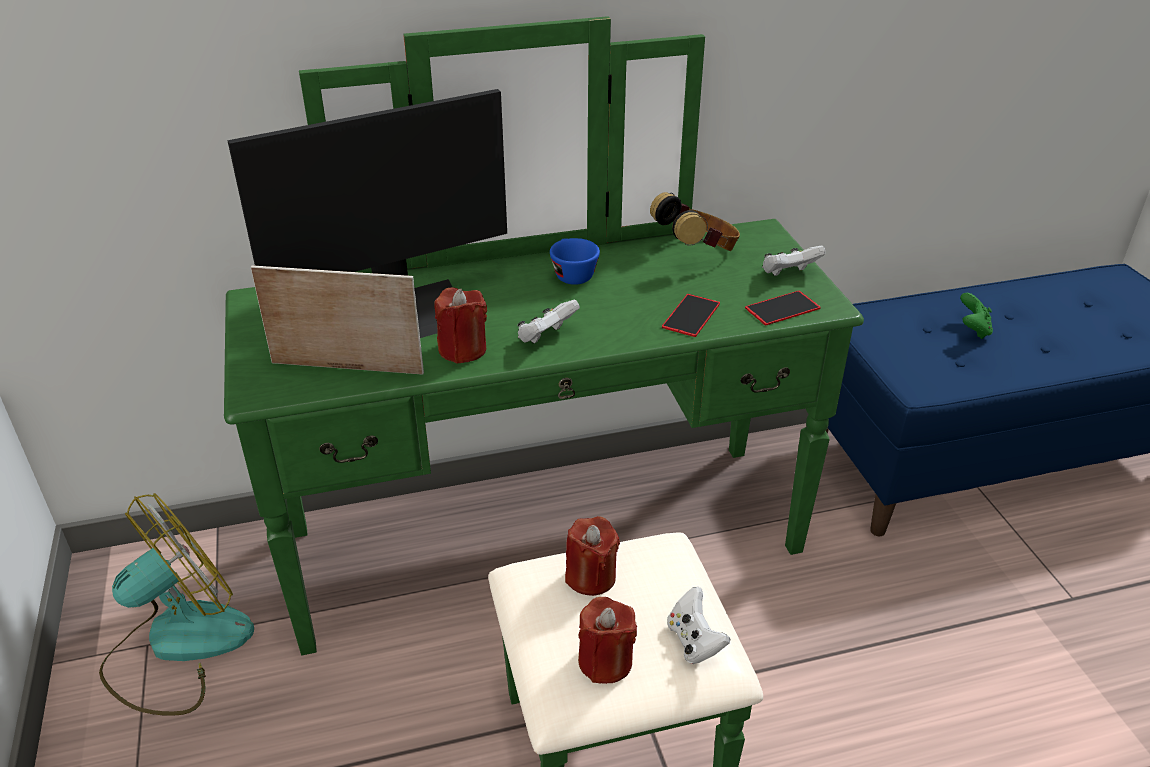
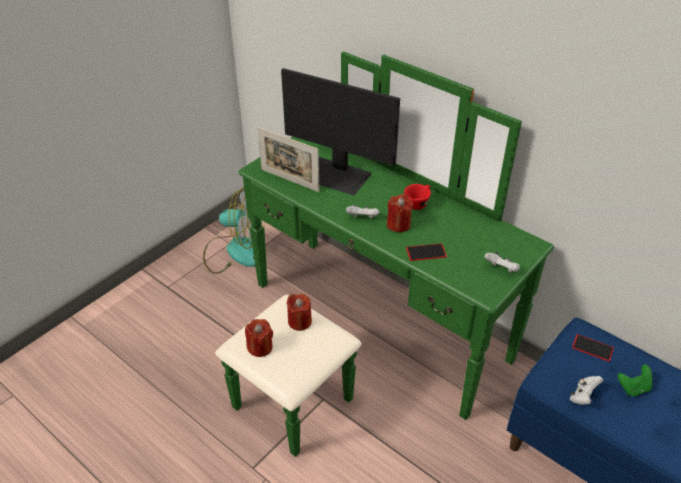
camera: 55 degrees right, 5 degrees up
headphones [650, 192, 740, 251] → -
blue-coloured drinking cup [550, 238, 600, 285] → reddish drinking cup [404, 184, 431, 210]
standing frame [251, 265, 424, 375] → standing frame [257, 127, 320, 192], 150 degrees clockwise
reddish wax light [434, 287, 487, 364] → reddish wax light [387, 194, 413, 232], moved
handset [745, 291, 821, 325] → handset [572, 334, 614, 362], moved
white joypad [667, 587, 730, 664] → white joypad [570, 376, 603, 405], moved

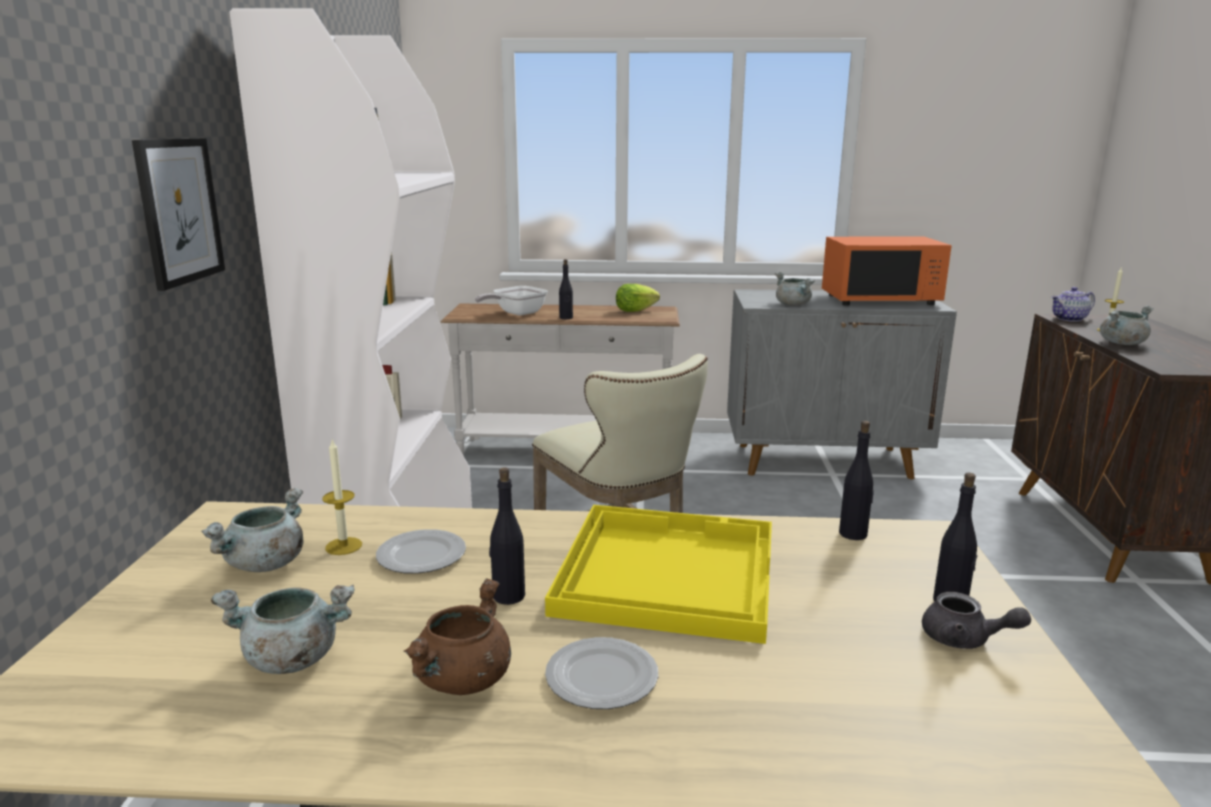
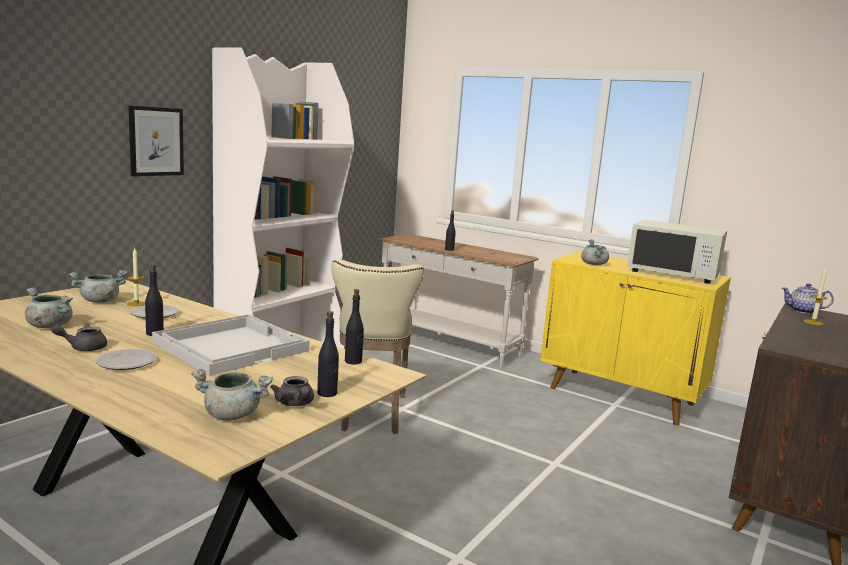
camera: 30 degrees right, 5 degrees down
orange kitchen microwave [822, 237, 952, 306] → white kitchen microwave [627, 220, 727, 284]
lettuce head [616, 284, 660, 312] → -
skillet [475, 286, 548, 316] → -
gray cabinet [727, 289, 957, 479] → yellowish cabinet [540, 251, 731, 426]
gray stockpot [1100, 306, 1154, 345] → gray stockpot [191, 369, 273, 420], moved
yellowish tray [545, 505, 772, 644] → white tray [152, 314, 310, 376]
brownish stockpot [404, 578, 511, 695] → gray teapot [51, 323, 107, 351]

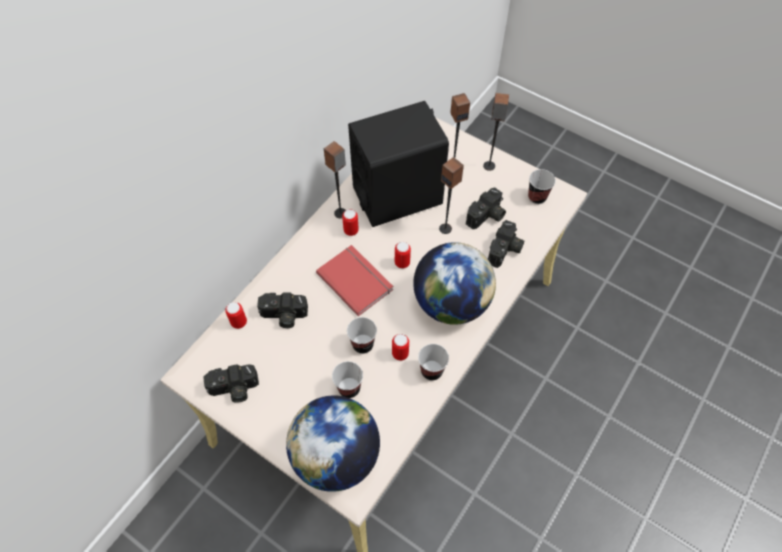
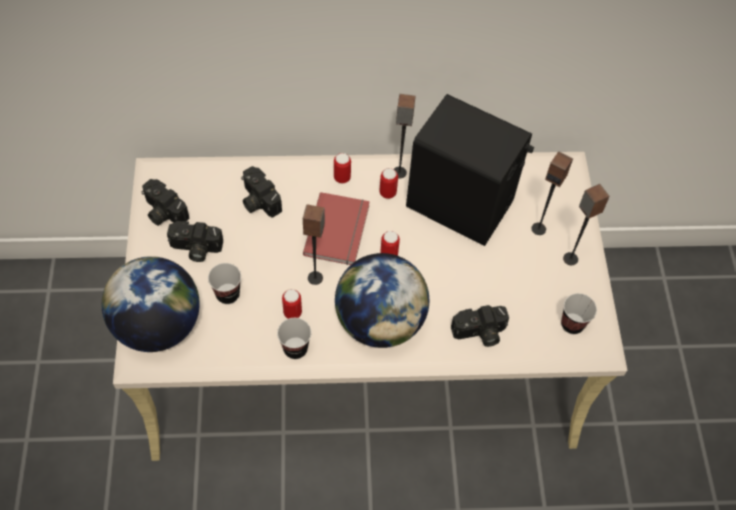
camera: 50 degrees right, 0 degrees up
speaker [439, 157, 464, 234] → speaker [303, 204, 325, 285], moved
photo camera [466, 187, 506, 229] → photo camera [167, 221, 223, 262], moved
metal can [225, 302, 247, 329] → metal can [334, 153, 351, 183], moved
drinking cup [347, 317, 377, 354] → -

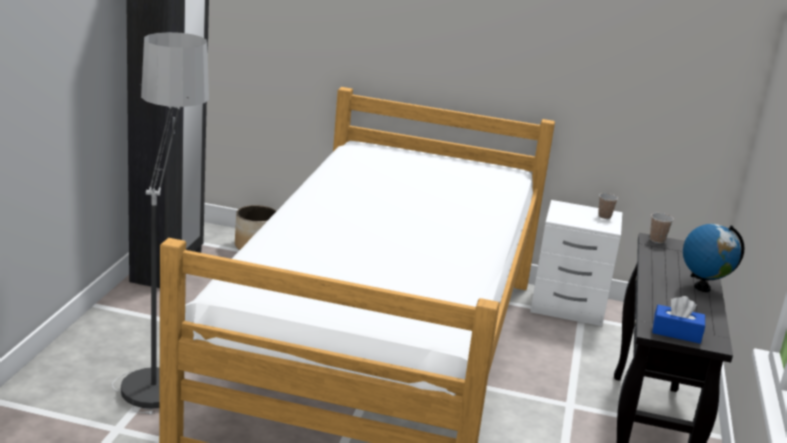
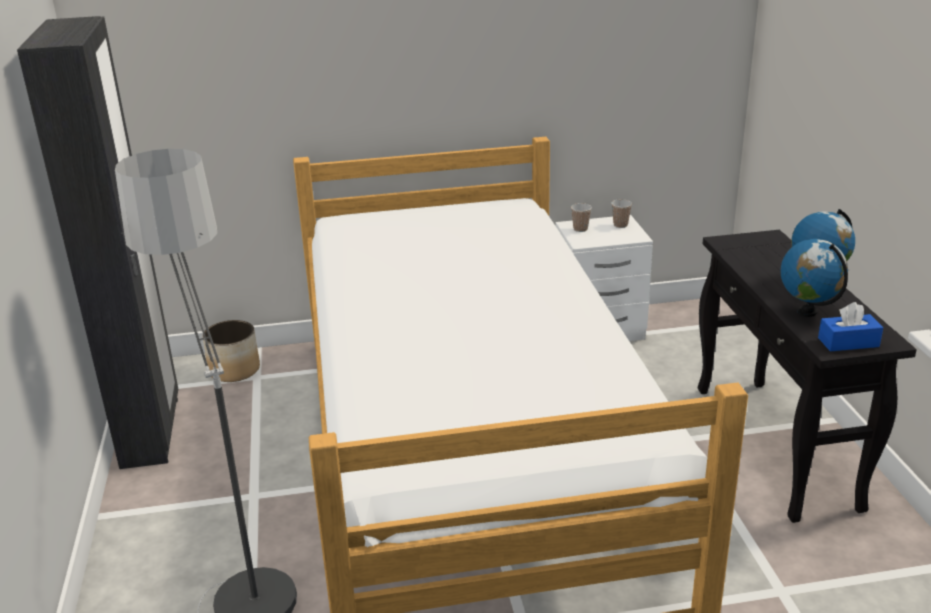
camera: 20 degrees left, 5 degrees up
drinking cup [650, 213, 674, 243] → drinking cup [571, 203, 592, 232], moved
- → world globe [781, 239, 848, 317]

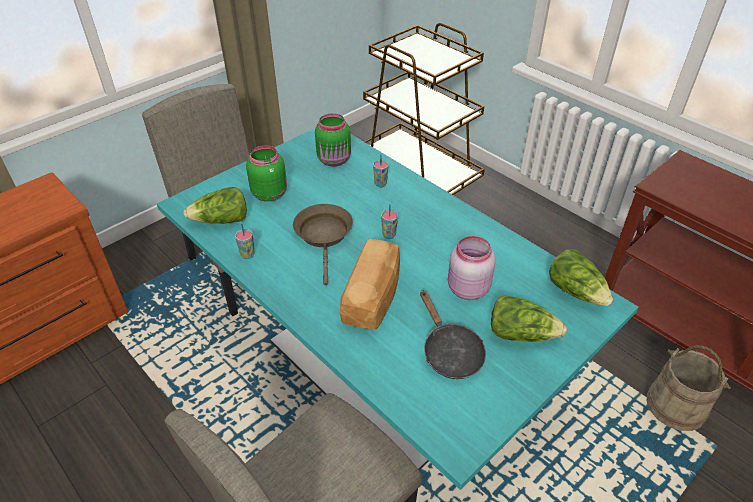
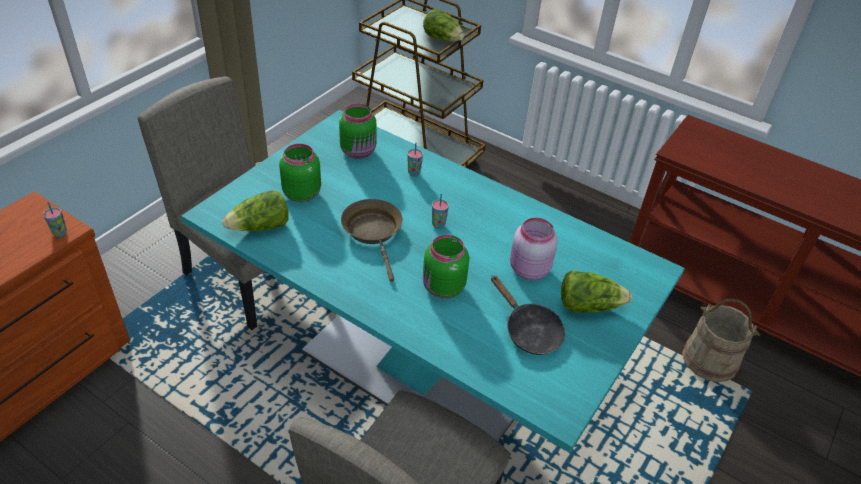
camera: 15 degrees left, 0 degrees up
drinking cup [235, 224, 255, 259] → drinking cup [43, 202, 67, 237], moved
bread [340, 239, 400, 329] → green jar [423, 235, 469, 299]
lettuce head [549, 249, 613, 306] → lettuce head [423, 9, 464, 41], moved

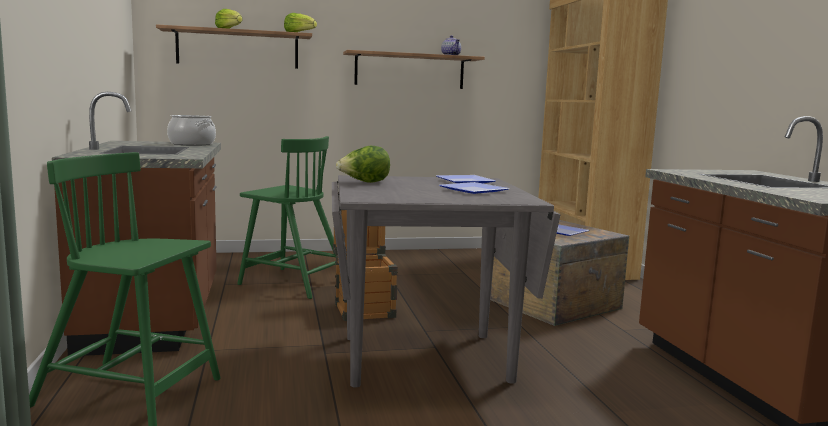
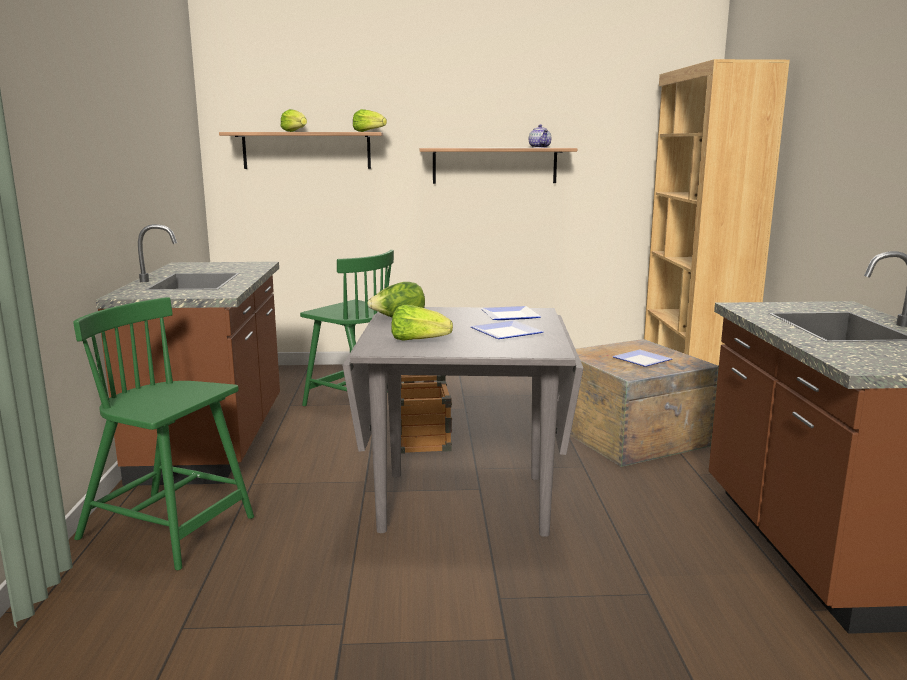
camera: 10 degrees right, 5 degrees up
stockpot [167, 115, 216, 146] → -
- → lettuce head [391, 305, 453, 341]

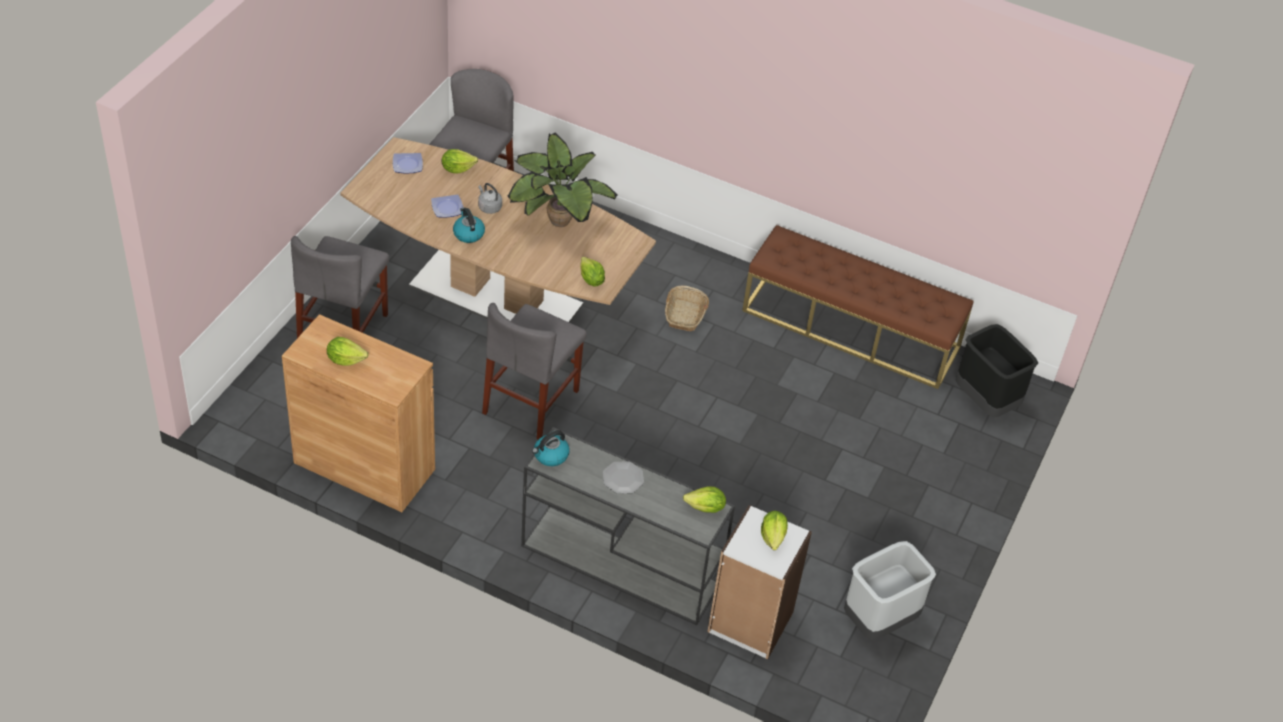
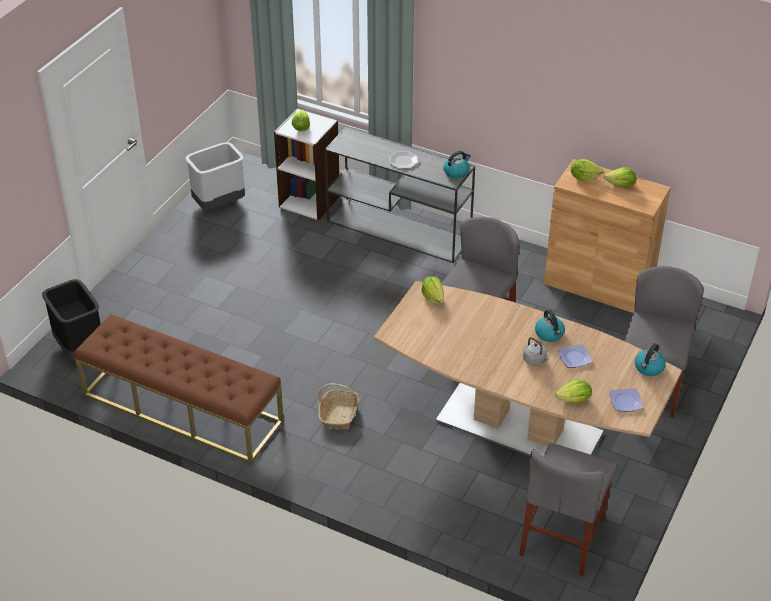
camera: 175 degrees left, 5 degrees down
houseplant [507, 133, 617, 227] → -
lettuce head [683, 487, 726, 513] → lettuce head [571, 159, 603, 181], moved
- → kettle [635, 343, 666, 376]

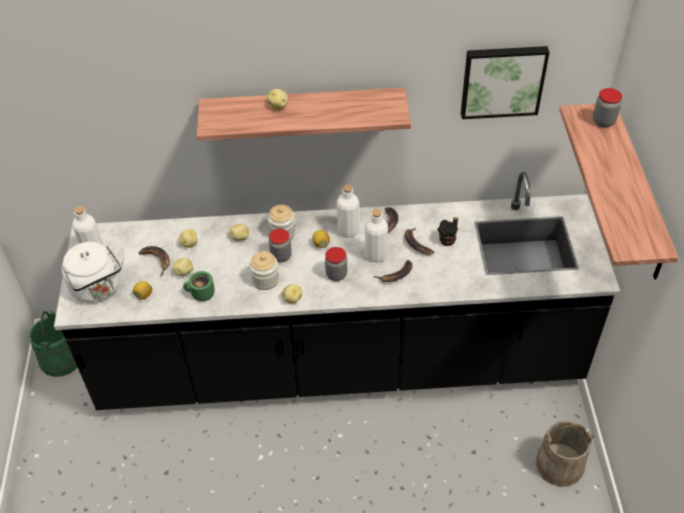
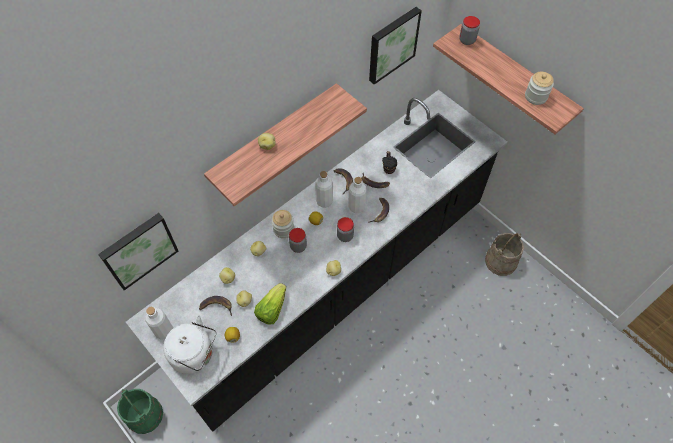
camera: 40 degrees left, 10 degrees up
jar [250, 251, 279, 290] → jar [525, 72, 554, 105], moved
green coffee mug [183, 271, 215, 301] → lettuce head [254, 283, 286, 324]
- → wall picture [98, 213, 178, 290]

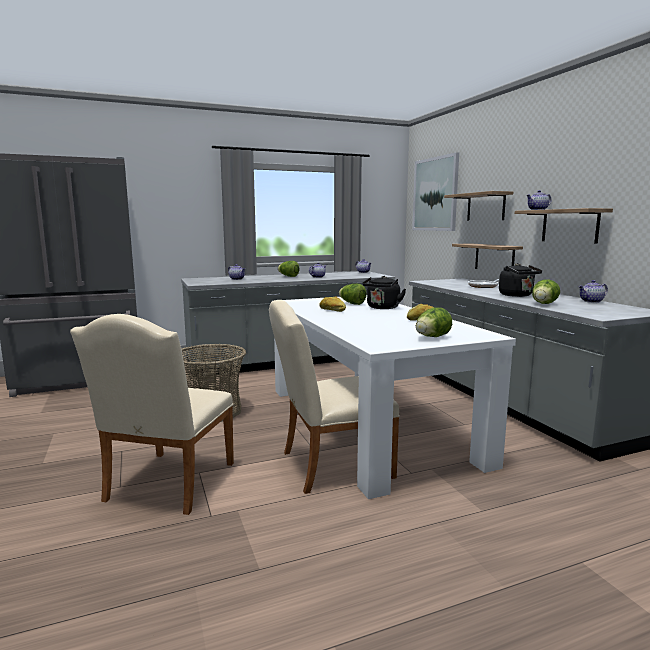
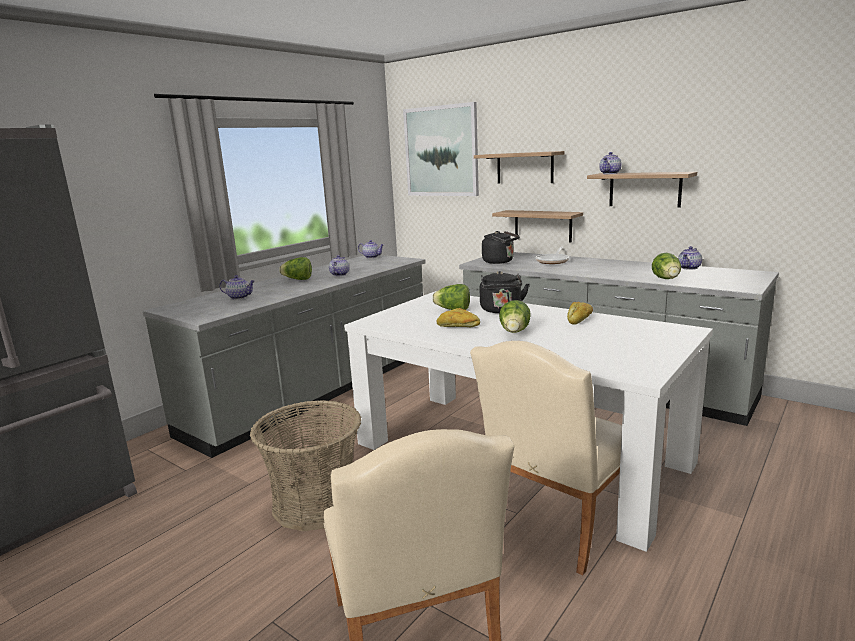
camera: 30 degrees left, 5 degrees up
black-coloured kettle [499, 263, 542, 297] → black-coloured kettle [482, 231, 520, 264], moved
lettuce head [416, 307, 452, 337] → lettuce head [499, 300, 531, 333], moved

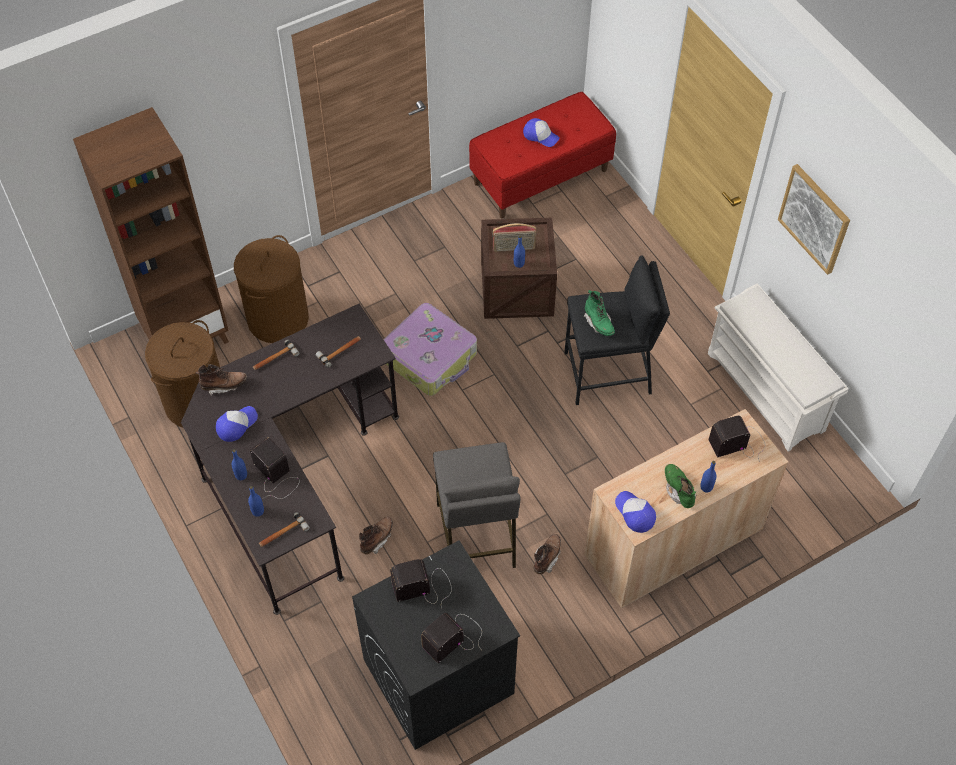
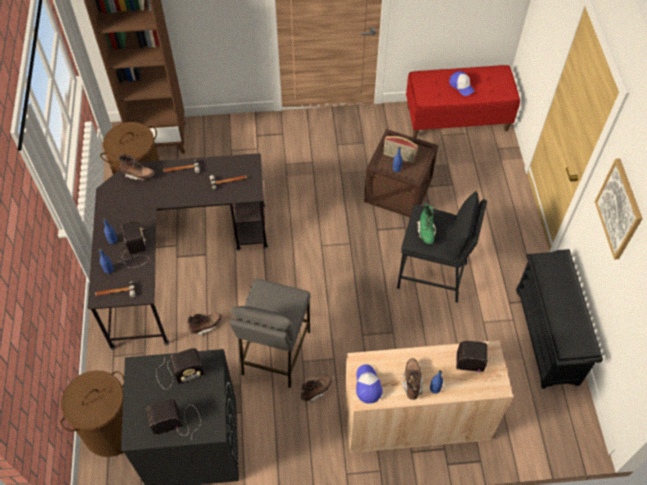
camera: 25 degrees right, 0 degrees up
brownish washing basket [234, 235, 309, 343] → brownish washing basket [60, 370, 124, 457], moved
white shoe rack [708, 283, 849, 452] → black-coloured shoe rack [516, 249, 603, 389]
travel case [384, 303, 477, 396] → -
cap [216, 406, 258, 442] → -
green boot [665, 464, 696, 508] → brownish boot [401, 358, 423, 400]
radio [390, 559, 452, 609] → radio [156, 348, 205, 389], 150 degrees clockwise

